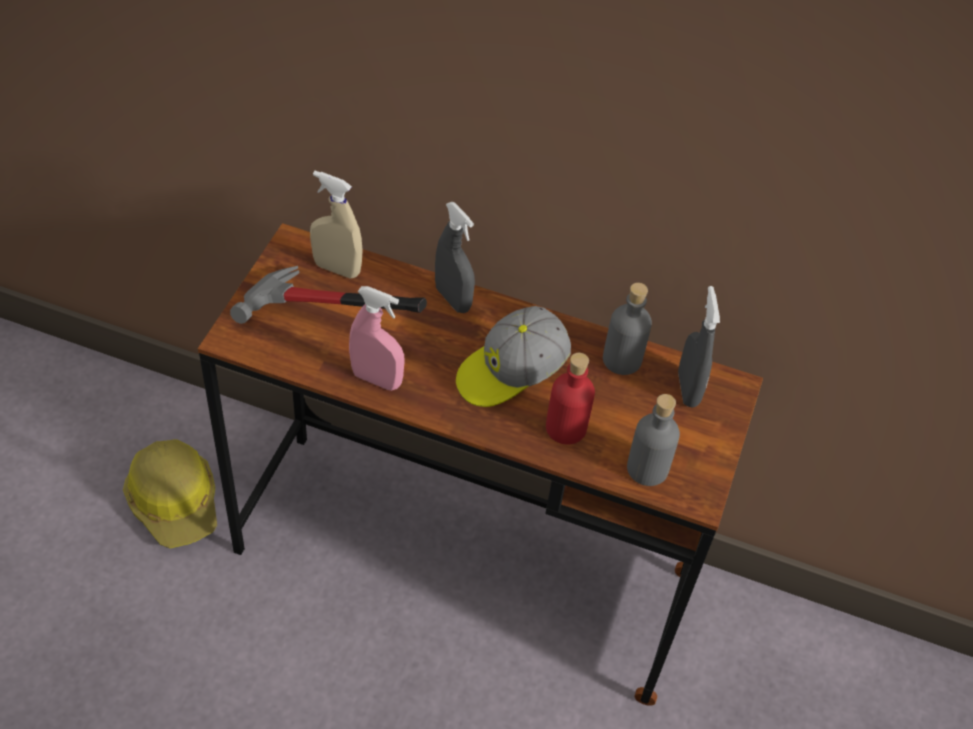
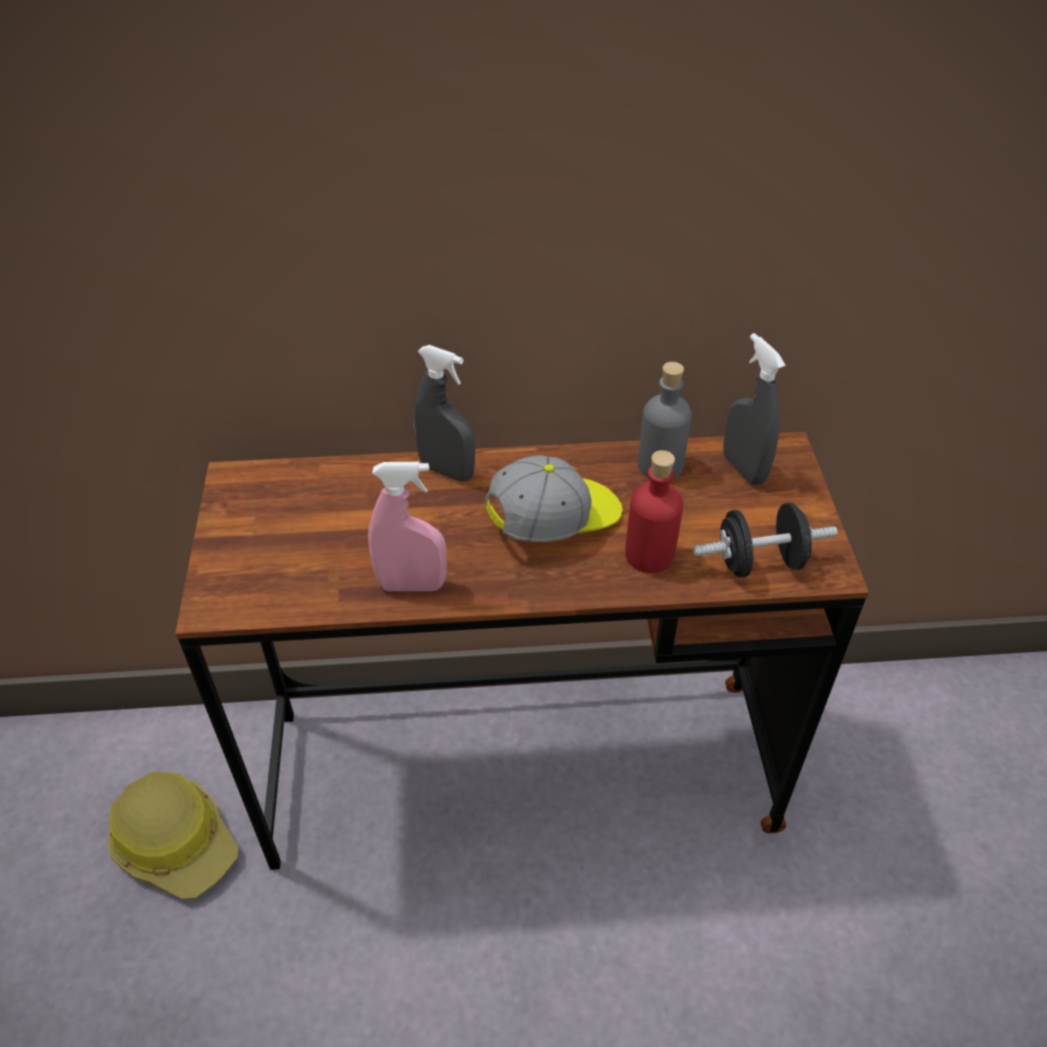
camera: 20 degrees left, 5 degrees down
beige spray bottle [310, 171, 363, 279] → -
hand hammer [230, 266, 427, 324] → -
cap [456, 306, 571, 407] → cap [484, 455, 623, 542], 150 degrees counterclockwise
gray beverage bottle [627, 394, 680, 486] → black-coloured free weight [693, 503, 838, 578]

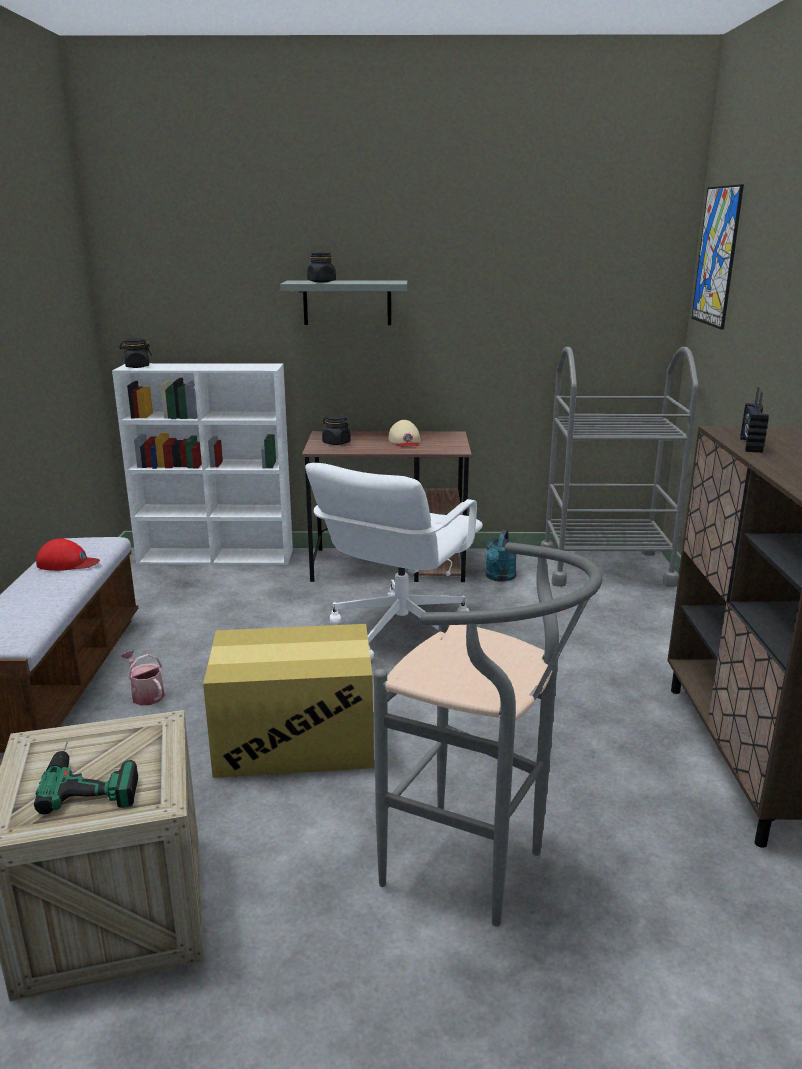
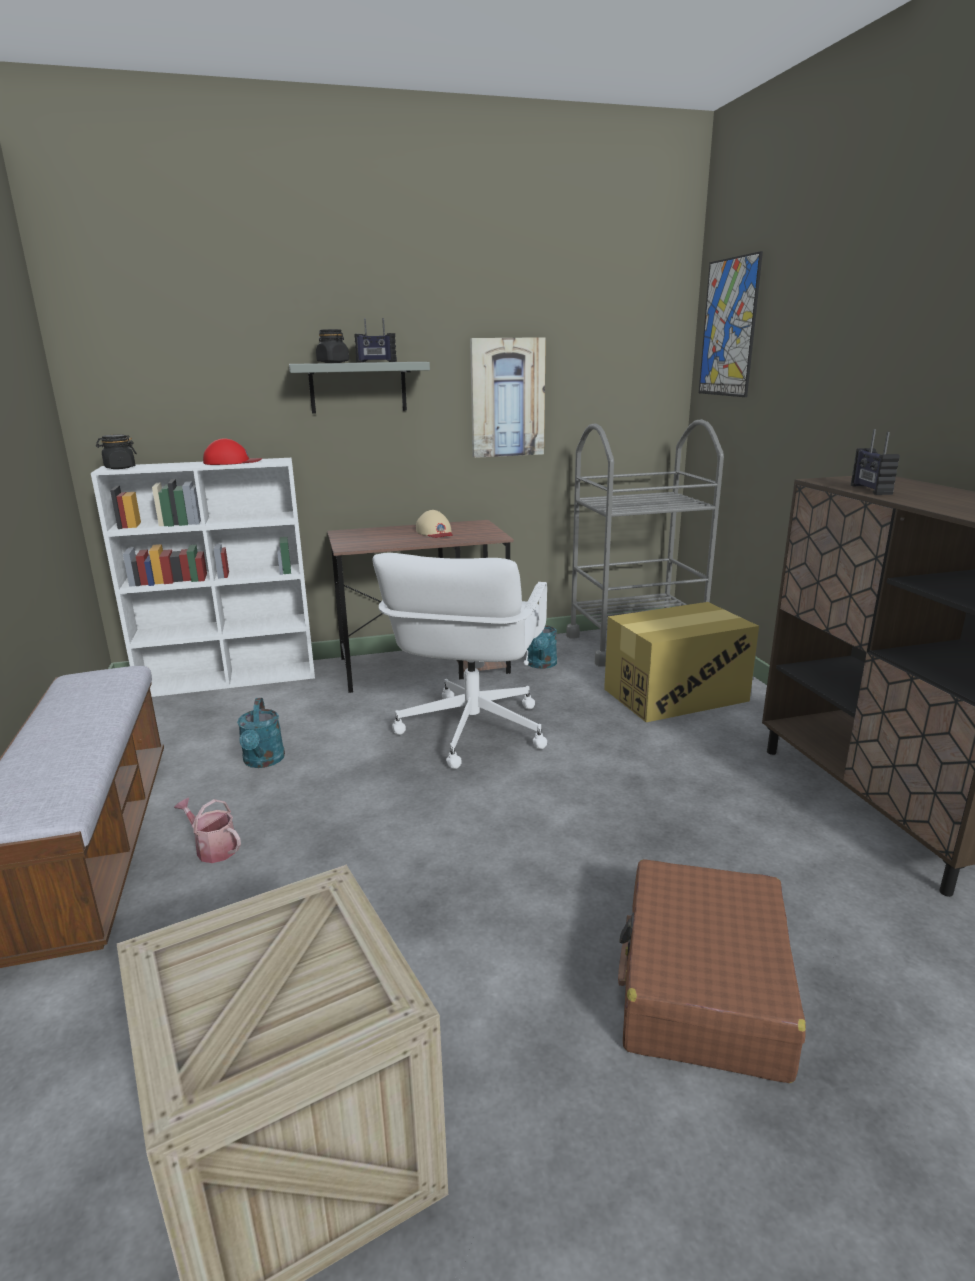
camera: 15 degrees left, 0 degrees up
black-coloured jar [322, 415, 351, 445] → -
reddish cap [36, 539, 100, 571] → reddish cap [203, 438, 263, 465], moved
gray stool seat [373, 542, 603, 927] → brownish travel case [618, 859, 806, 1083]
packing box [203, 624, 374, 778] → packing box [604, 602, 759, 722], moved
power drill [34, 741, 138, 814] → -
- → radio [354, 318, 397, 362]
- → wall picture [470, 337, 546, 458]
- → blue-green watering pot [237, 698, 285, 768]

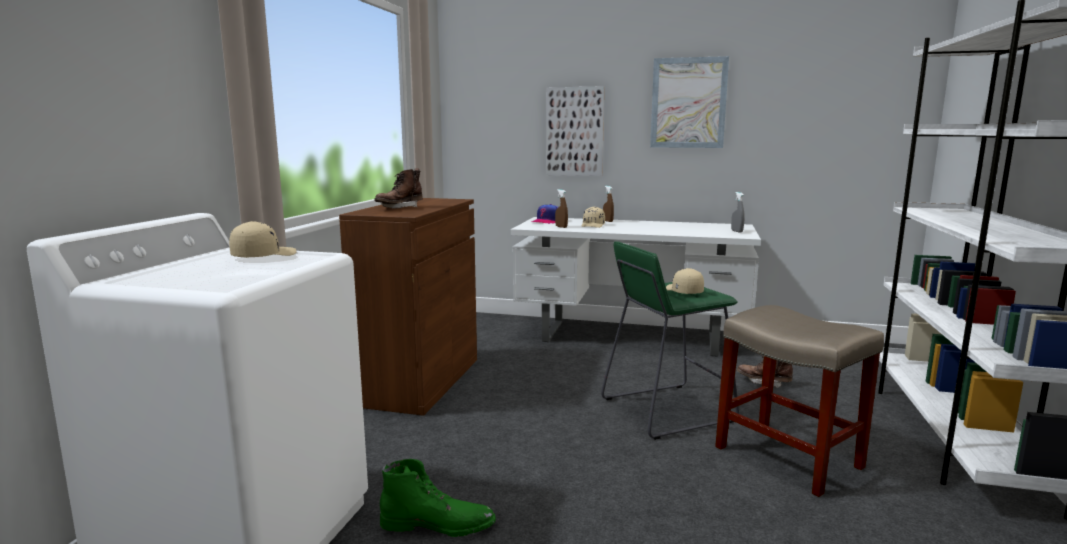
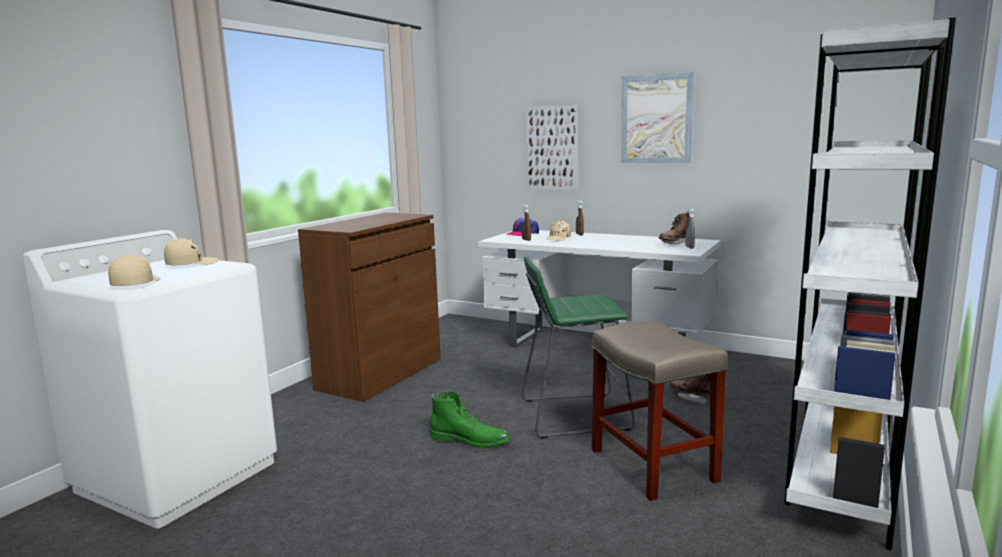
camera: 15 degrees right, 0 degrees up
brownish boot [374, 168, 423, 209] → brownish boot [659, 211, 690, 244], moved
beige cap [666, 268, 704, 294] → beige cap [108, 255, 160, 286], moved
green boot [380, 459, 496, 537] → green boot [430, 391, 510, 448], moved

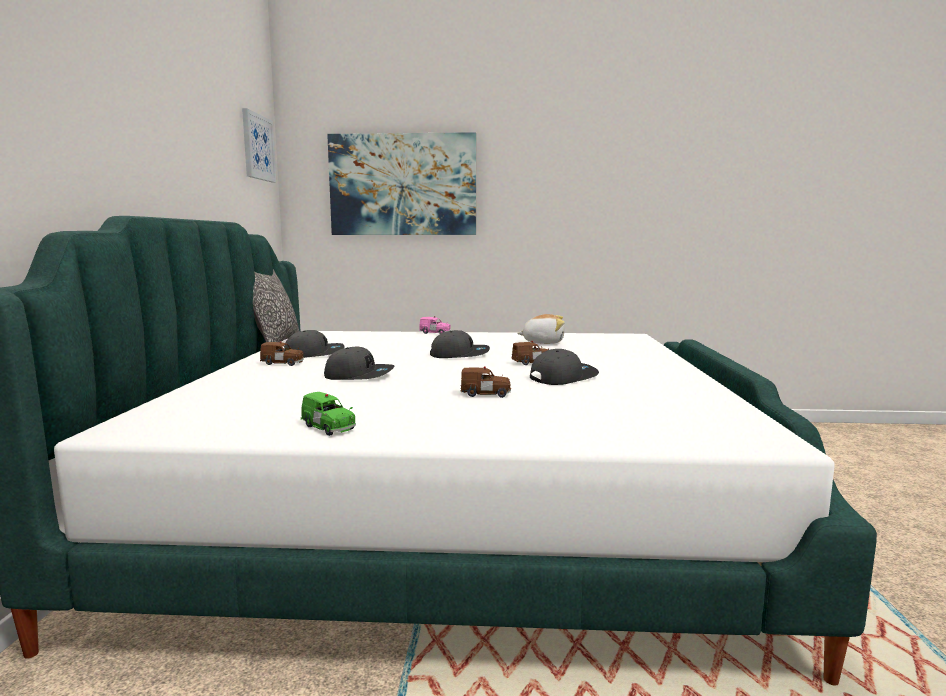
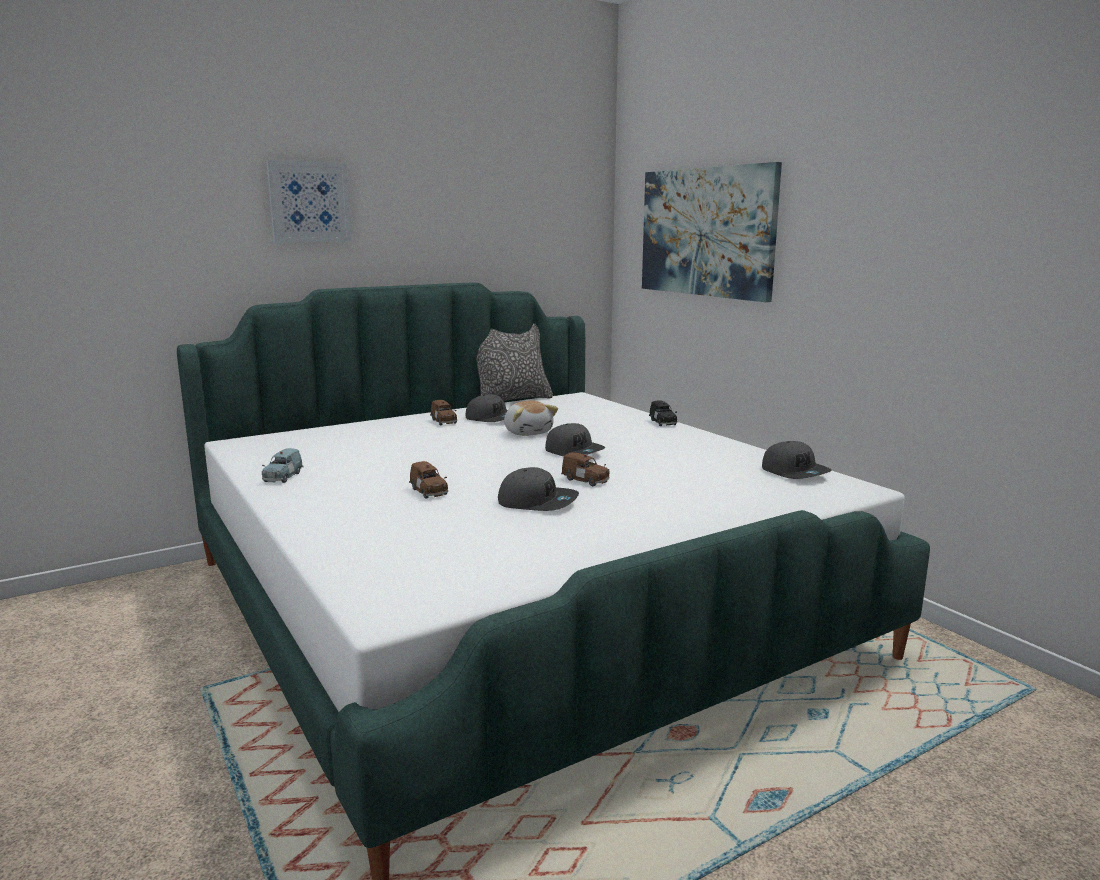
camera: 55 degrees right, 5 degrees up
wall picture [242, 108, 276, 183] → wall picture [266, 160, 351, 243], moved
soft toy [517, 314, 565, 344] → soft toy [504, 400, 558, 436], moved
pinkish miniature car [419, 316, 451, 334] → black-coloured miniature car [649, 401, 677, 426]
gray cap [324, 347, 394, 380] → gray cap [762, 441, 832, 479], moved
green miniature car [301, 392, 356, 436] → blue-coloured miniature car [262, 448, 303, 483]

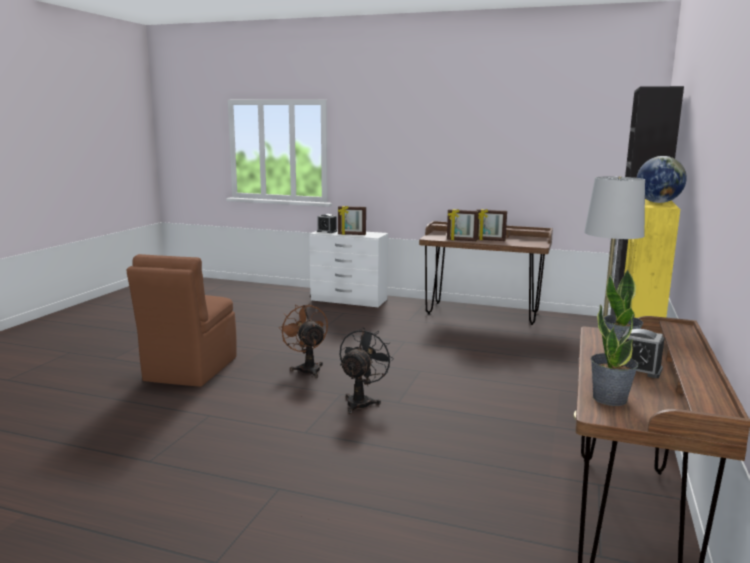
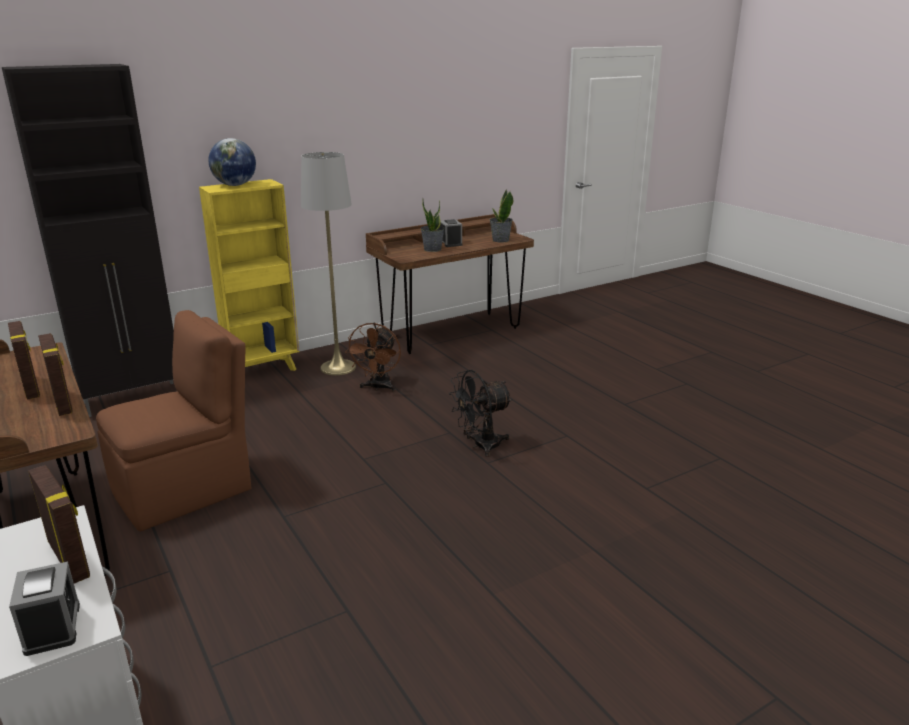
camera: 140 degrees left, 10 degrees up
brownish upright chair [127, 254, 237, 387] → brownish upright chair [96, 310, 251, 531], moved
brownish fan [279, 303, 328, 378] → brownish fan [345, 323, 401, 391], moved

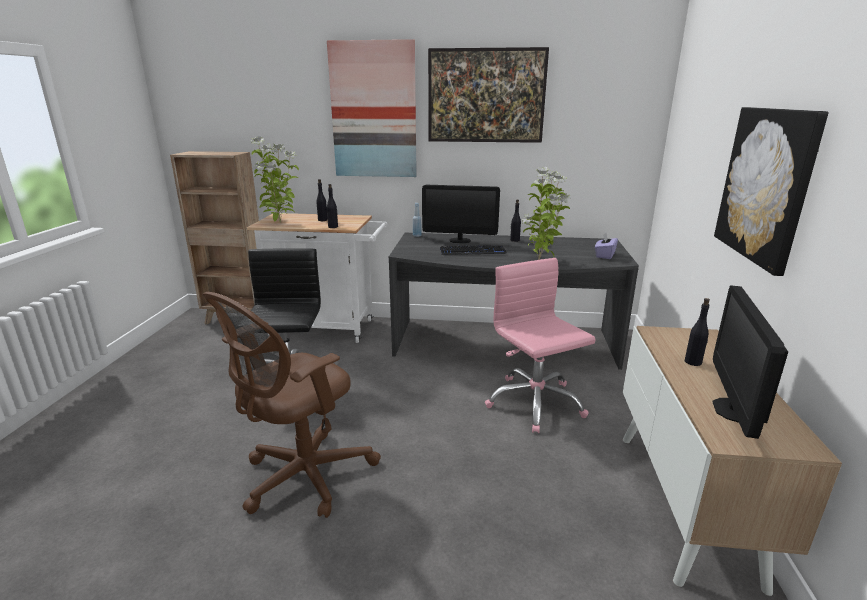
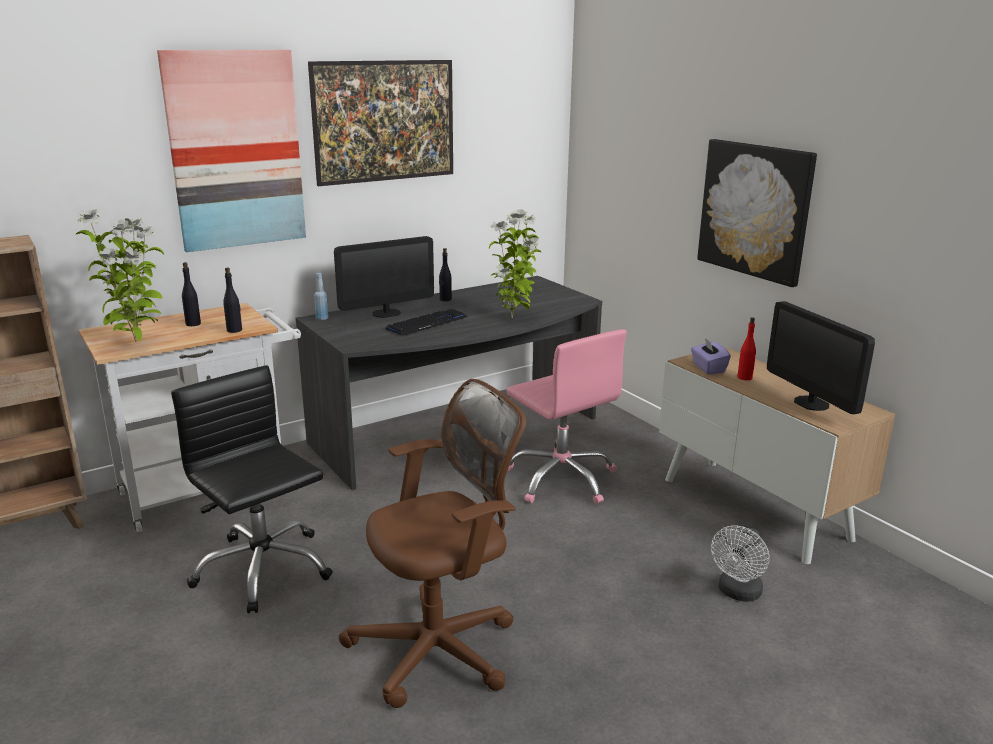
camera: 40 degrees left, 0 degrees up
purple-coloured tissue holder [595, 233, 618, 259] → purple-coloured tissue holder [691, 338, 731, 374], moved
pinkish desk chair [485, 258, 596, 433] → pinkish desk chair [507, 329, 627, 504], 150 degrees counterclockwise
brownish desk chair [202, 292, 381, 518] → brownish desk chair [339, 379, 526, 708], 120 degrees counterclockwise
black-coloured beverage bottle [685, 298, 710, 366] → reddish beverage bottle [737, 318, 756, 380]
- → white fan [711, 525, 769, 602]

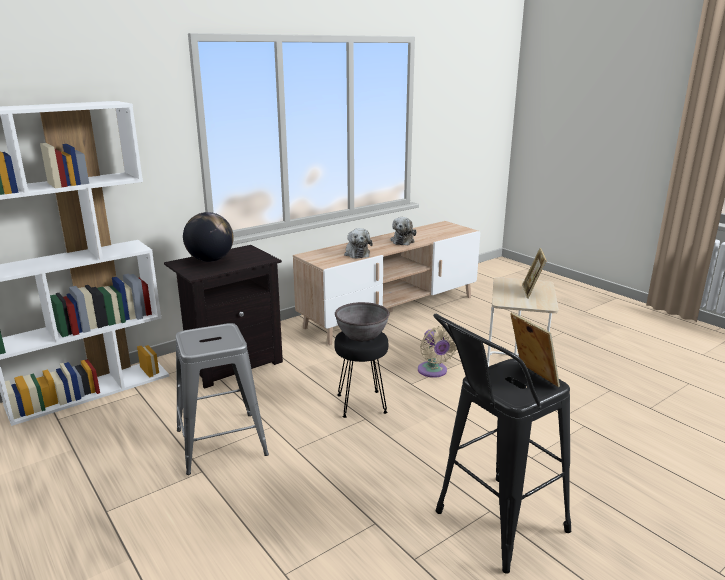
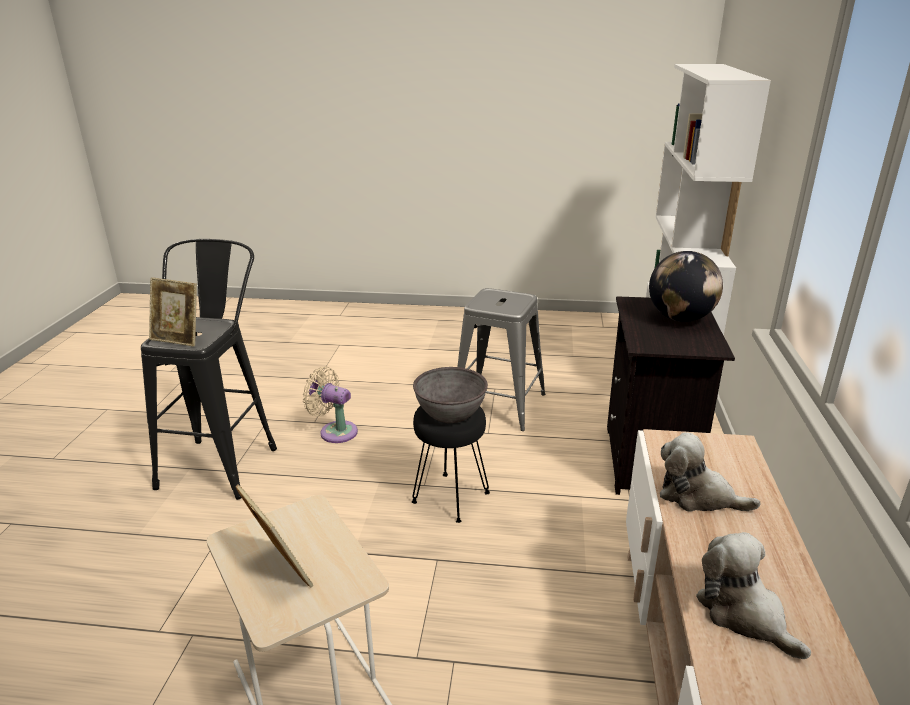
camera: 135 degrees right, 5 degrees up
beige fan [418, 326, 457, 378] → beige fan [303, 367, 358, 443], moved

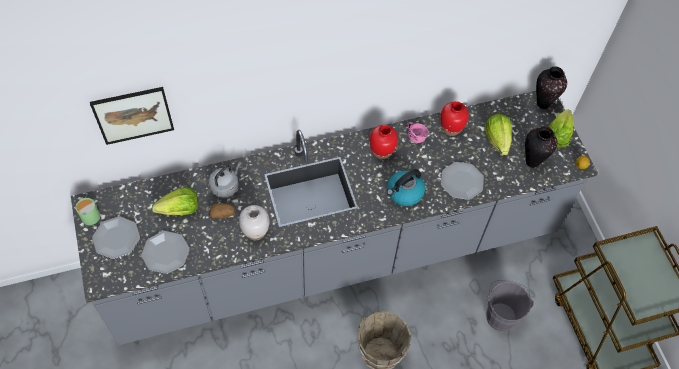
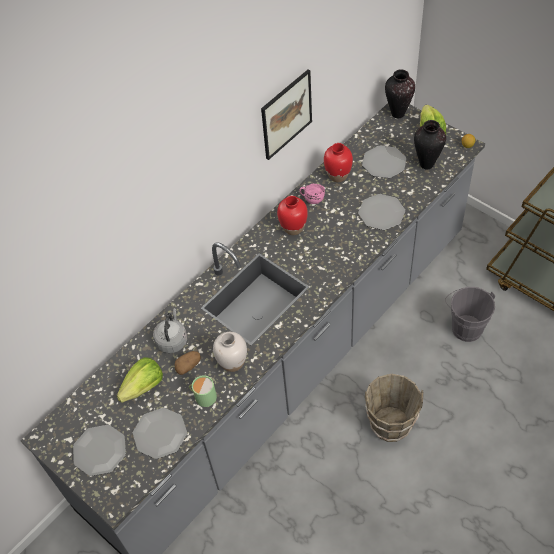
camera: 25 degrees left, 5 degrees down
wall picture [90, 87, 174, 145] → wall picture [261, 70, 312, 160], moved
lettuce head [485, 114, 512, 155] → plate [362, 146, 406, 178]
kettle [387, 169, 425, 206] → -
green coffee mug [76, 198, 100, 225] → green coffee mug [189, 375, 217, 407], moved

